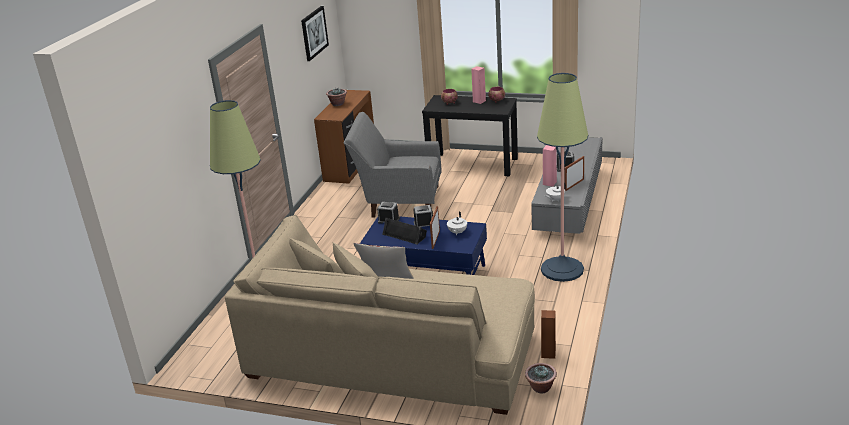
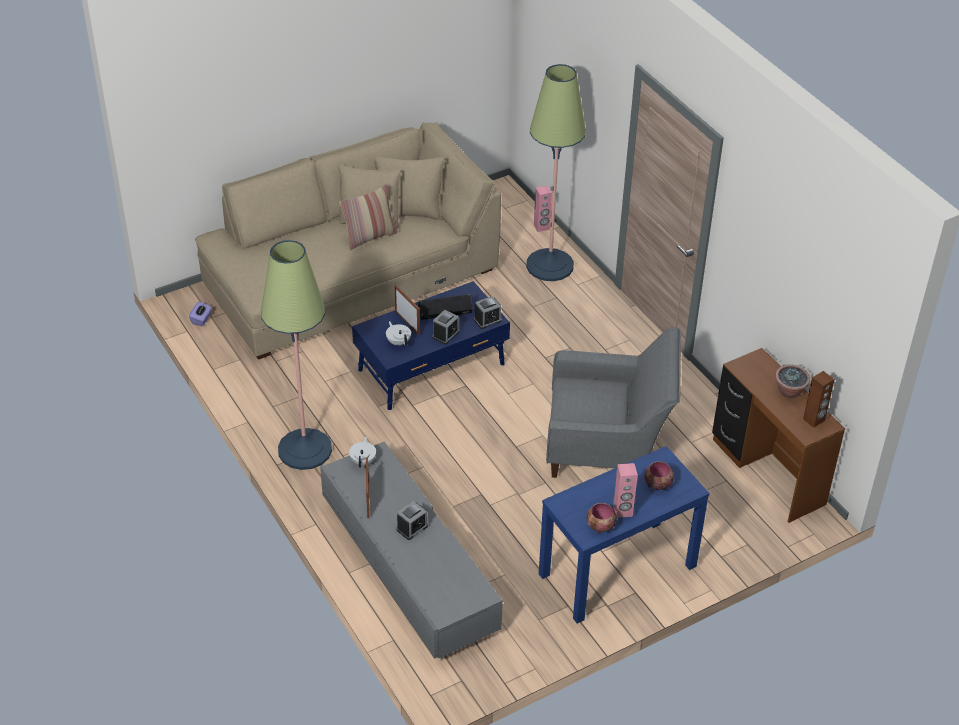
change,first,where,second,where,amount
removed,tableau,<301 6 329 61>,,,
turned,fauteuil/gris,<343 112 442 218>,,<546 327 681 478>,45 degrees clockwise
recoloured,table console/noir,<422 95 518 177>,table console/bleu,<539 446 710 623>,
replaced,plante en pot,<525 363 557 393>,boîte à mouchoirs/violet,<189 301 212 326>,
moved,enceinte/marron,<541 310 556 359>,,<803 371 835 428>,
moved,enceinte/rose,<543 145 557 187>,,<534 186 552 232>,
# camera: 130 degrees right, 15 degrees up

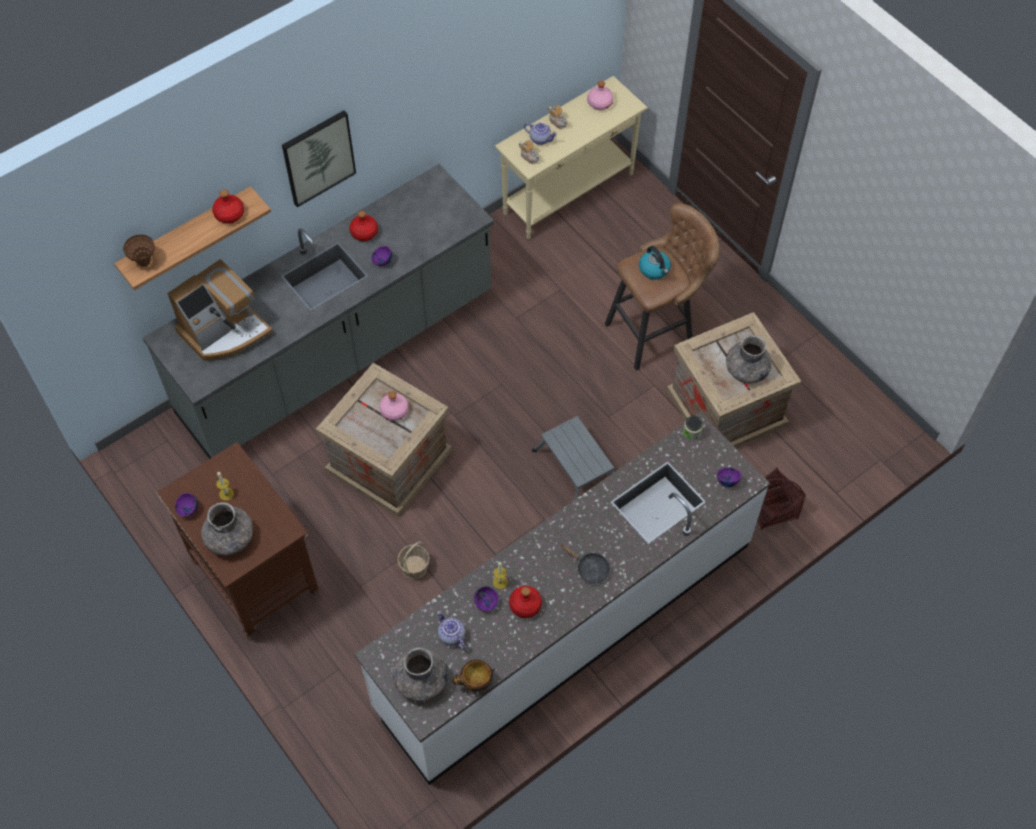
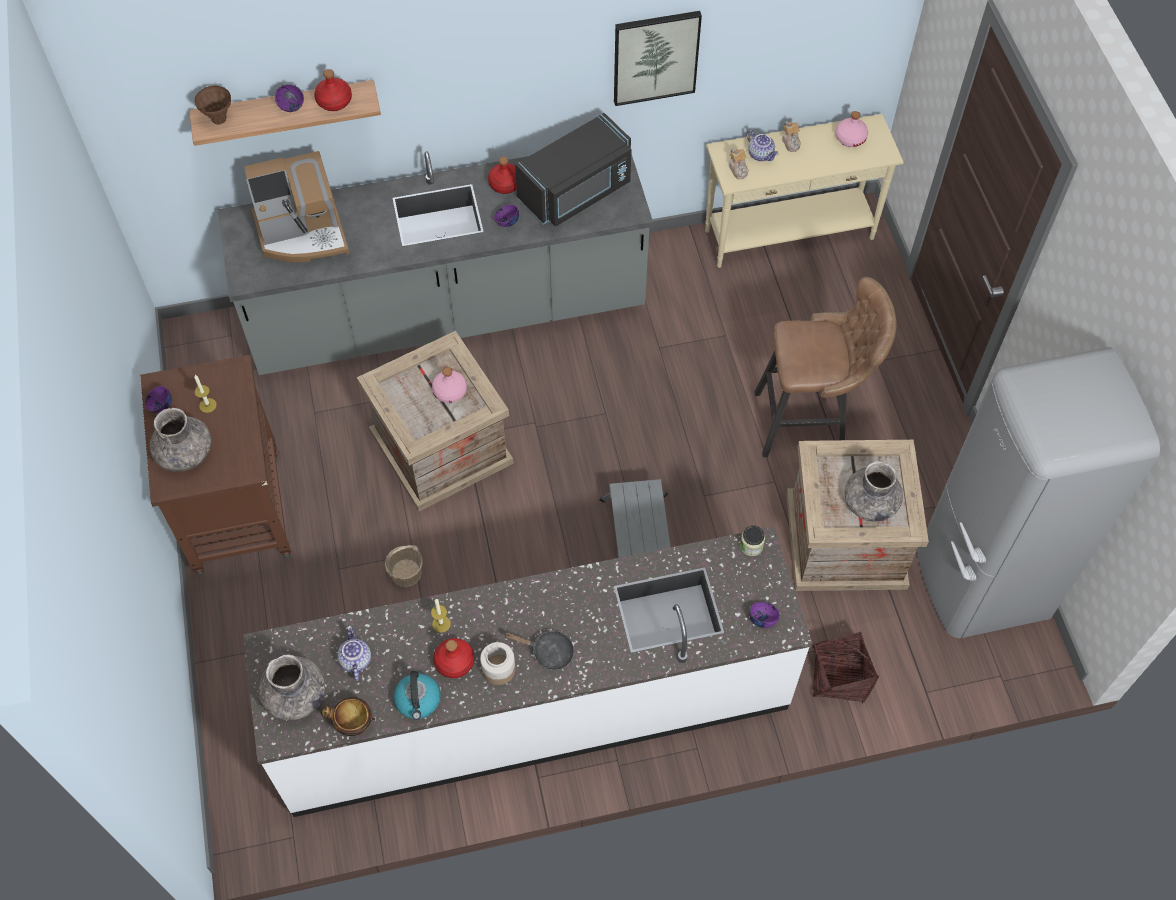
change,first,where,second,where,amount
moved,tableau,<282 110 356 207>,,<614 11 702 106>,
moved,bol/violet,<474 586 499 611>,,<275 84 304 112>,
turned,poêle/noir,<560 544 610 584>,,<505 631 574 670>,45 degrees counterclockwise
moved,bouilloire,<639 246 671 280>,,<394 671 441 720>,
added,,,bocal,<480 642 516 685>,
added,,,micro-ondes/noir,<515 113 632 226>,
added,,,réfrigérateur/gris,<917 347 1160 638>,
# camera: 25 degrees right, 0 degrees up

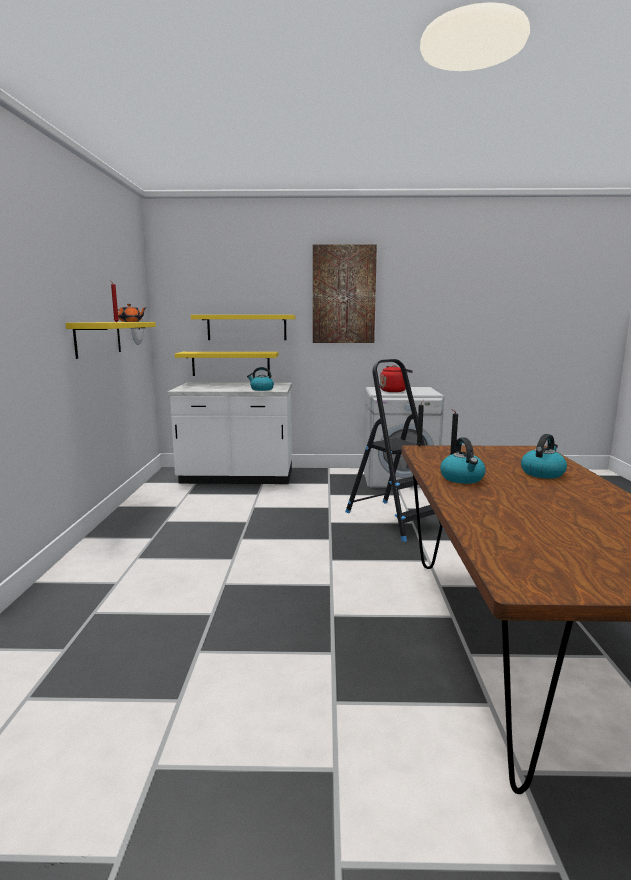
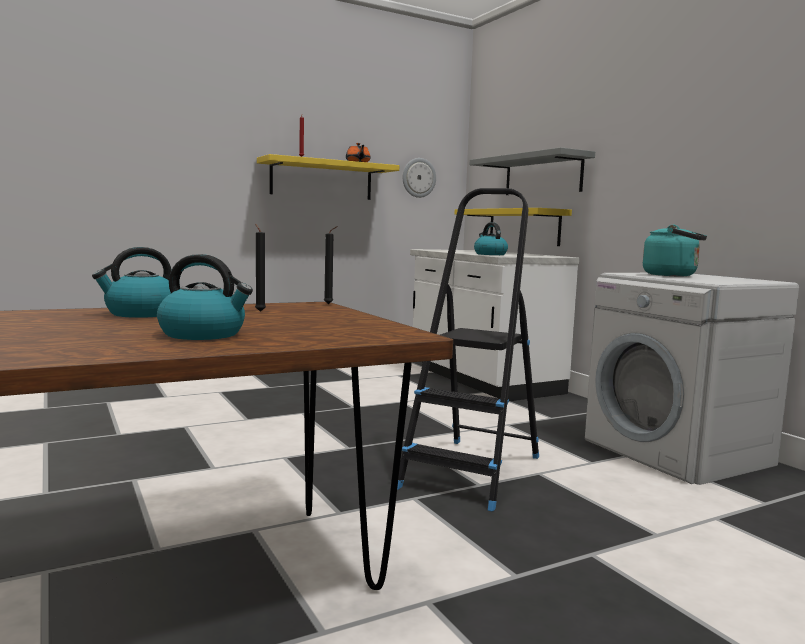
change,first,where,second,where,amount
recoloured,étagère/jaune,<191 315 295 340>,étagère/gris,<470 147 595 195>,
removed,tableau,<313 244 377 343>,,,
recoloured,bouilloire/rouge,<380 365 413 392>,bouilloire/turquoise,<643 225 707 276>,
# camera: 60 degrees right, 5 degrees down

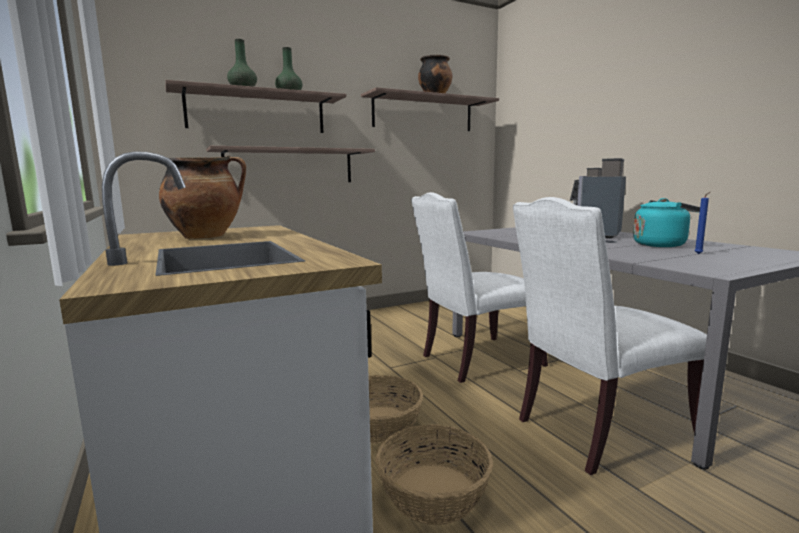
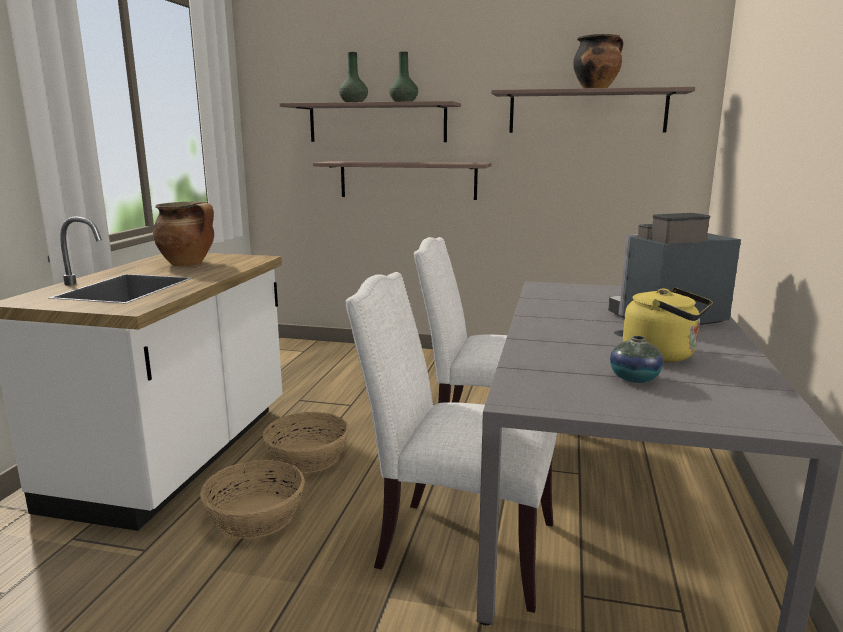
change,first,where,second,where,amount
recoloured,bouilloire/turquoise,<633 198 700 247>,bouilloire/jaune,<623 287 713 362>,
replaced,bougie/bleu,<694 192 710 254>,vase,<610 336 663 383>,
# camera: 40 degrees right, 5 degrees up

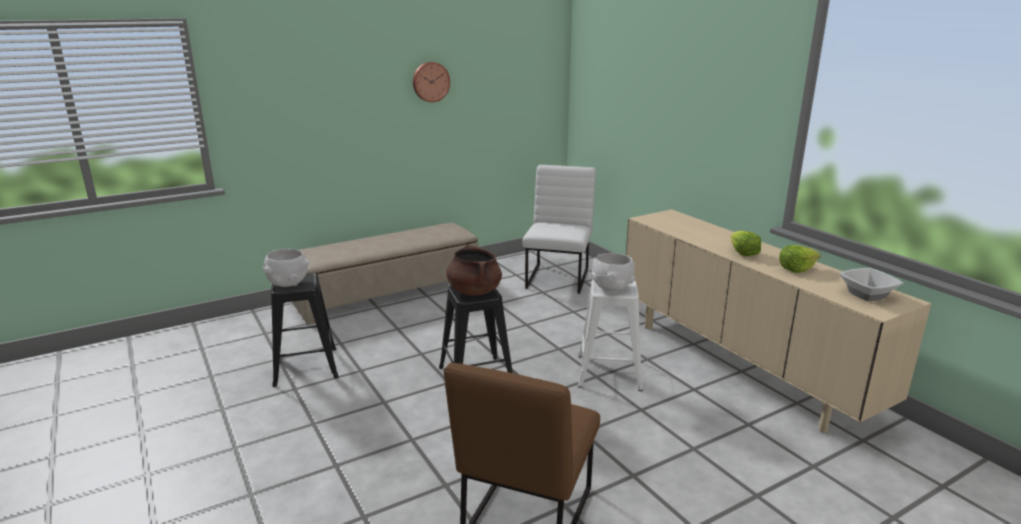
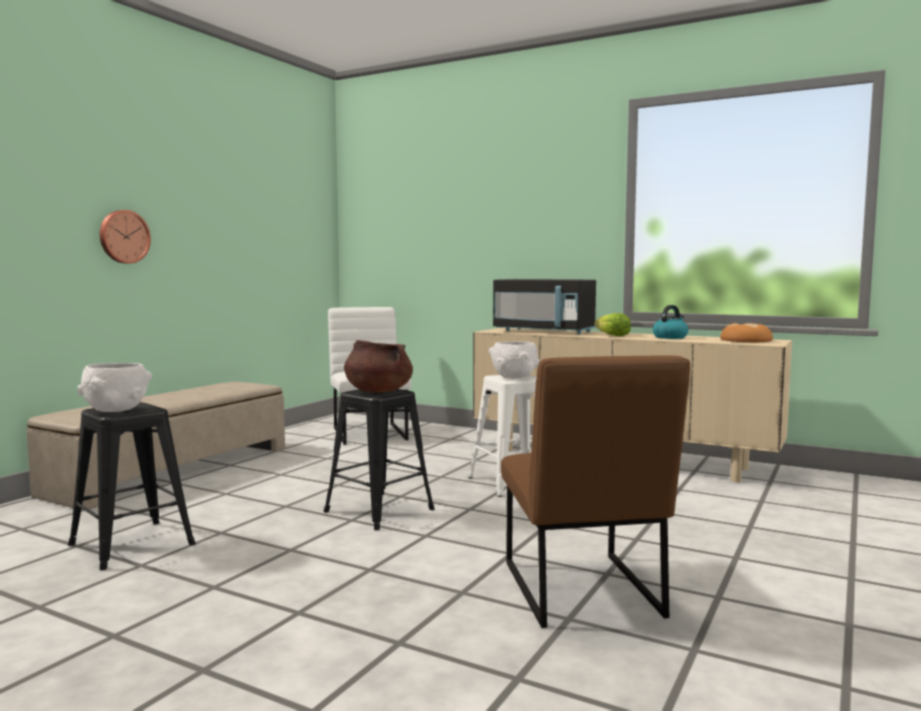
change,first,where,second,where,amount
moved,horloge murale,<413 62 450 102>,,<100 210 151 264>,
replaced,laitue,<779 245 821 273>,bouilloire,<653 305 688 339>,
replaced,bol,<839 268 903 301>,pain,<720 323 773 342>,
added,,,micro-ondes/noir,<493 279 596 334>,
# camera: 30 degrees left, 15 degrees down

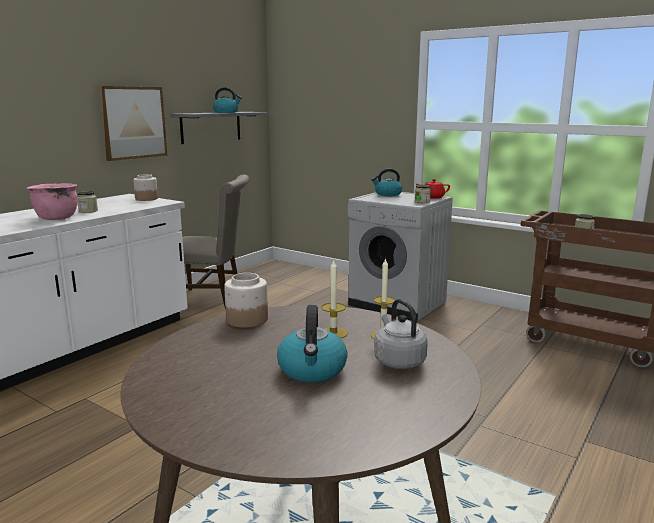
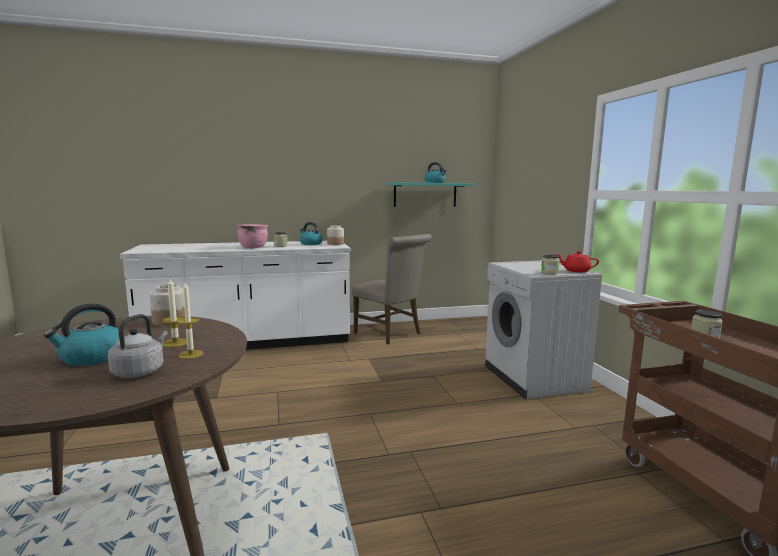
change,first,where,second,where,amount
removed,tableau,<98 86 167 161>,,,
recoloured,étagère/gris,<170 112 267 144>,étagère/turquoise,<385 182 475 207>,
moved,bouilloire,<371 169 402 196>,,<299 222 323 245>,
# camera: 40 degrees right, 5 degrees down

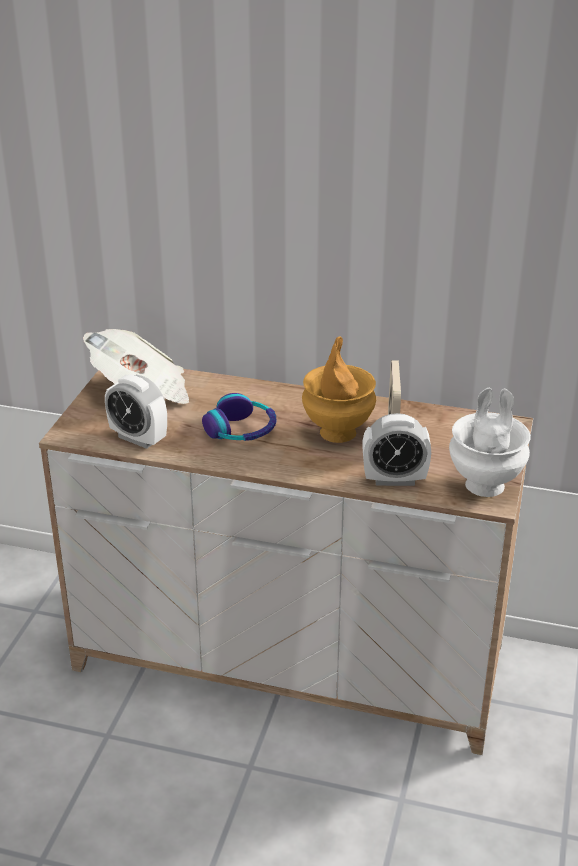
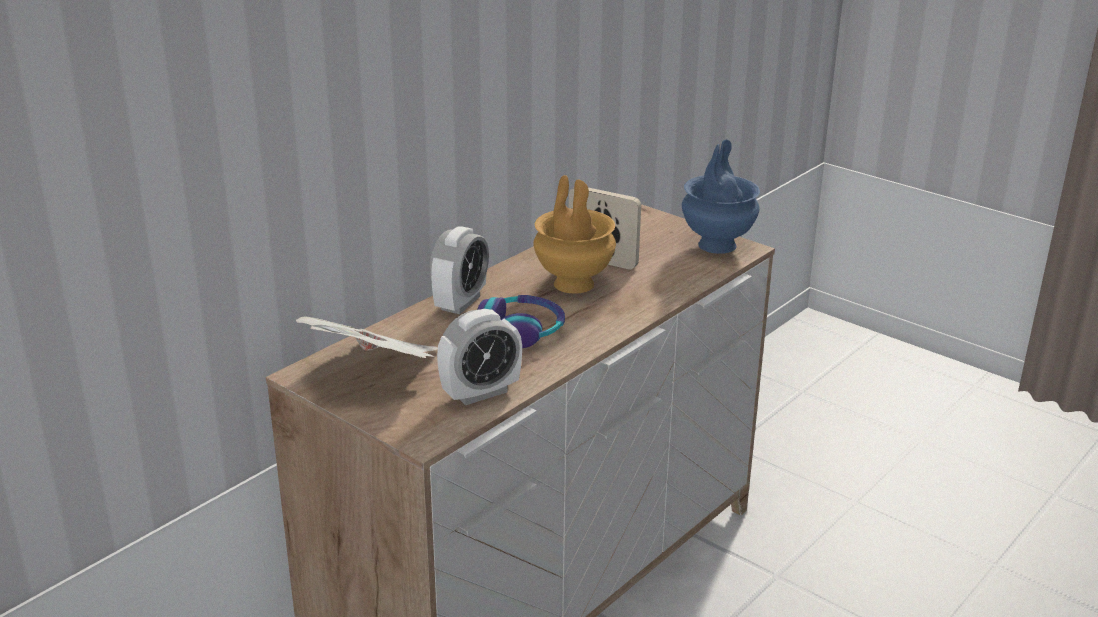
change,first,where,second,where,amount
moved,réveil,<363 413 431 486>,,<429 226 489 314>,
recoloured,vase/blanc,<449 388 531 497>,vase/bleu,<682 140 760 254>,
# camera: 65 degrees left, 5 degrees down

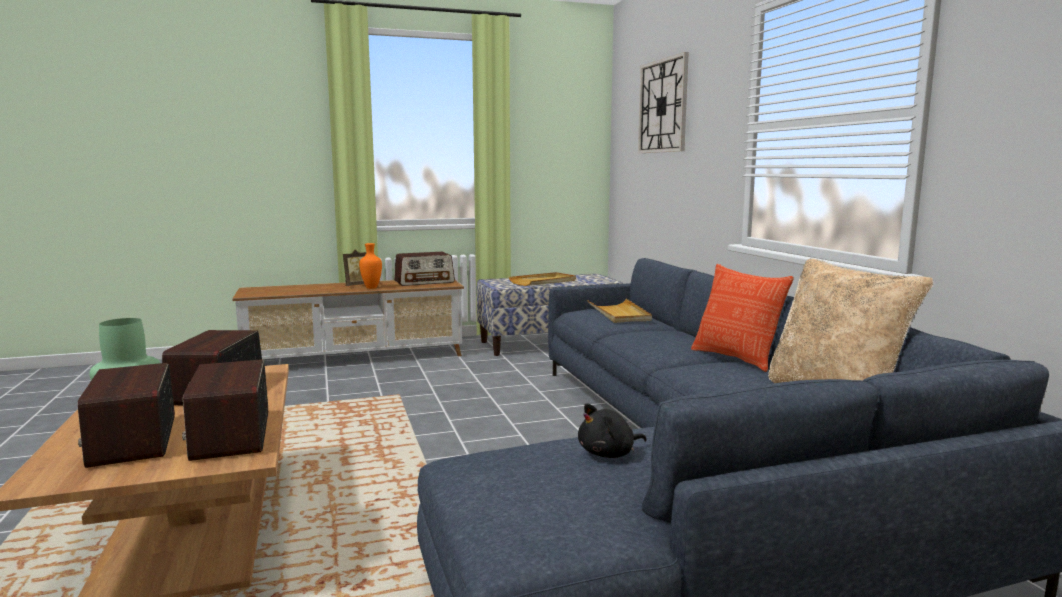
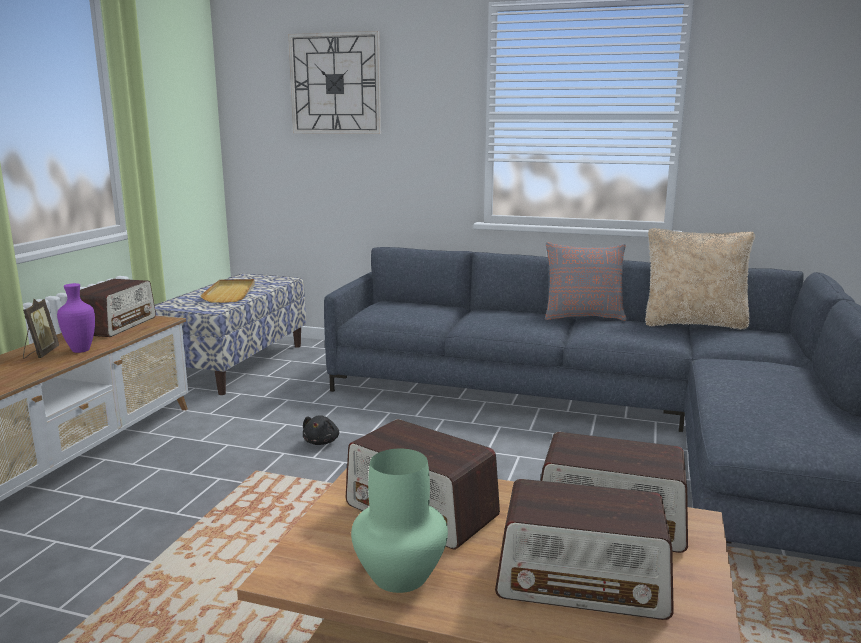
change,first,where,second,where,amount
recoloured,vase/orange,<359 243 382 289>,vase/violet,<57 283 95 353>,
moved,peluche/noir,<578 403 647 458>,,<303 415 339 445>,
removed,plateau/beige,<587 299 652 323>,,,
recoloured,coussin/orange,<691 264 794 372>,coussin/gris,<545 242 627 321>,
# camera: 55 degrees left, 5 degrees up

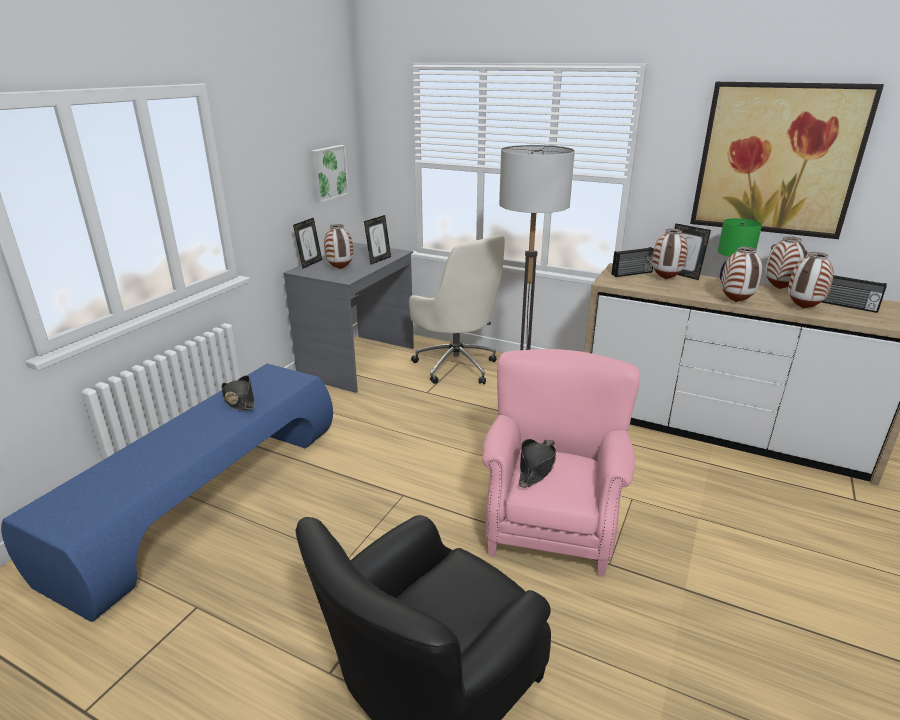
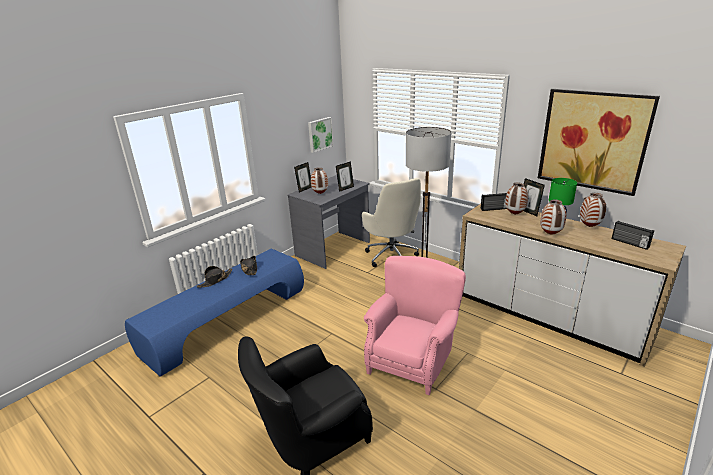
change,first,where,second,where,amount
moved,chapeau/noir,<518 439 556 488>,,<197 266 233 288>,
removed,vase,<788 252 834 309>,,,
# camera: 15 degrees right, 0 degrees up

